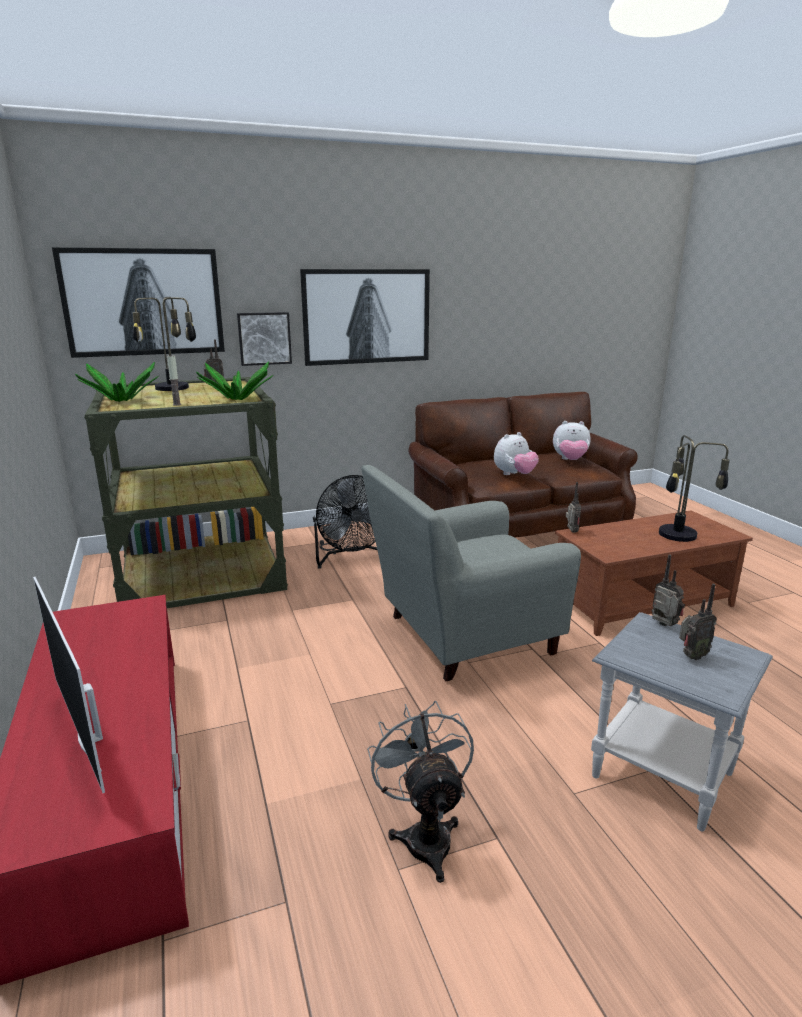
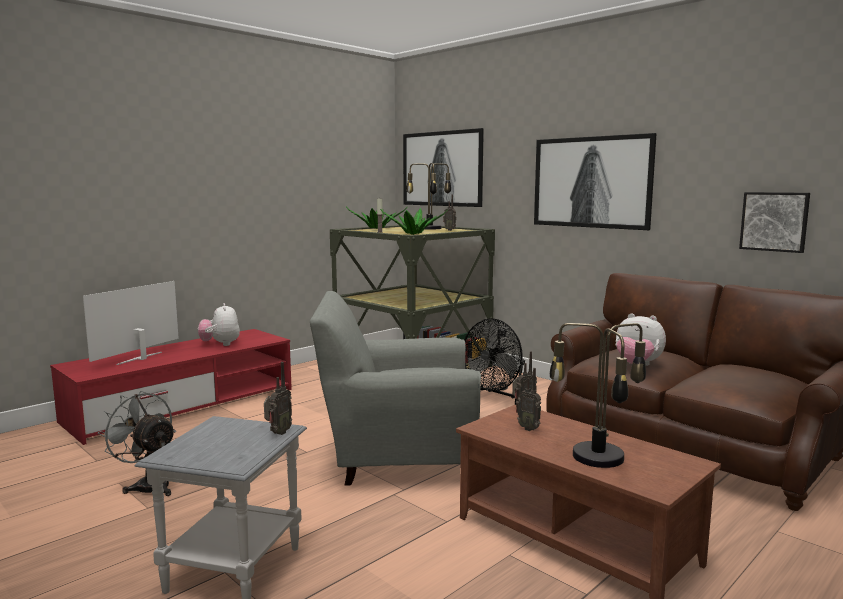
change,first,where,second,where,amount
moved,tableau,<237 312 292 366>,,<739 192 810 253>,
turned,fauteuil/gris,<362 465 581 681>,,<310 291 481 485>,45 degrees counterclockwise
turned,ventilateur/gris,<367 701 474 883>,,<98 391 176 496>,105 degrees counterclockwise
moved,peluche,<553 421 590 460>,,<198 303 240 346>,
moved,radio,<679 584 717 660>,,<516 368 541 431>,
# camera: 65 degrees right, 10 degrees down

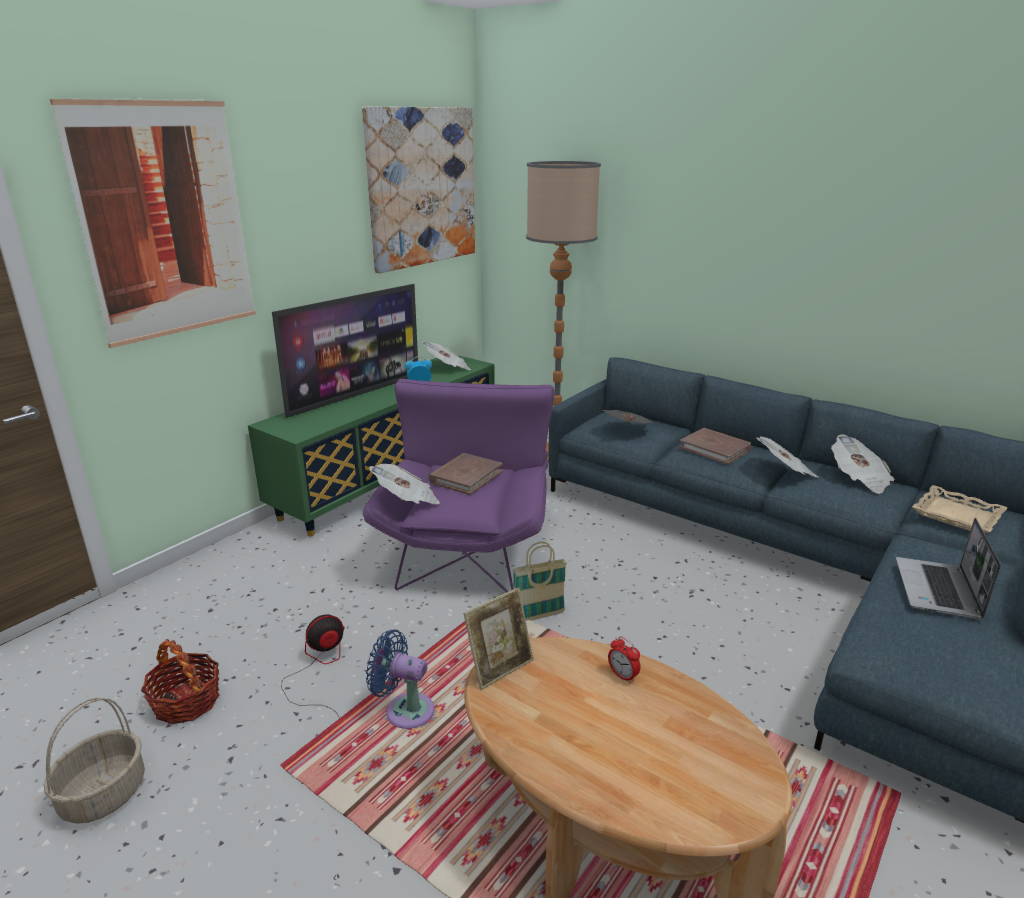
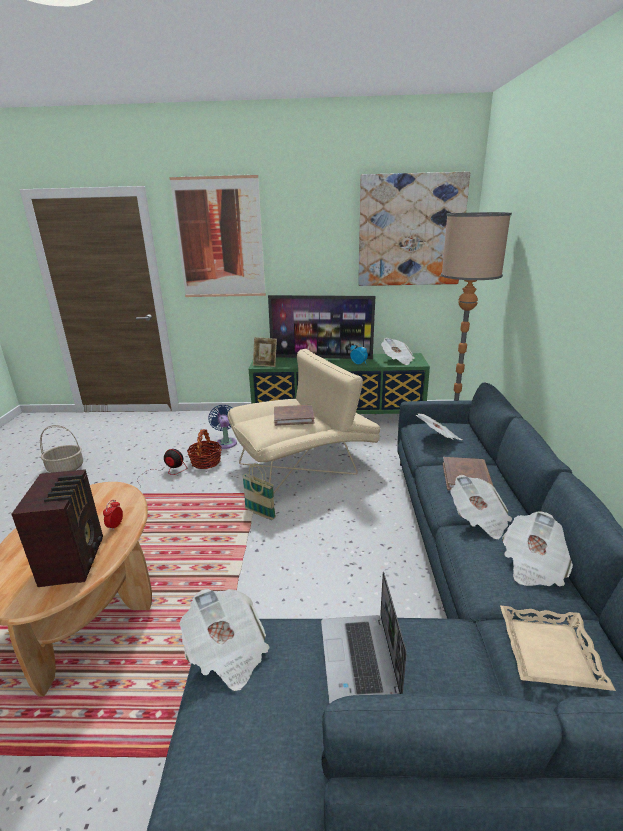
change,first,where,second,where,amount
moved,panier,<141 639 219 724>,,<187 429 222 469>,
recoloured,fauteuil/violet,<363 379 554 593>,fauteuil/beige,<228 349 380 493>,
moved,ventilateur/bleu,<366 629 434 729>,,<209 405 237 449>,
moved,journal,<369 464 440 504>,,<179 589 270 691>,
moved,cadre photo,<464 587 534 690>,,<253 337 277 367>,
turned,ordinateur portable,<896 518 1001 619>,,<321 572 407 704>,75 degrees counterclockwise
added,,,radio,<11 469 103 587>,
# camera: 55 degrees right, 0 degrees up

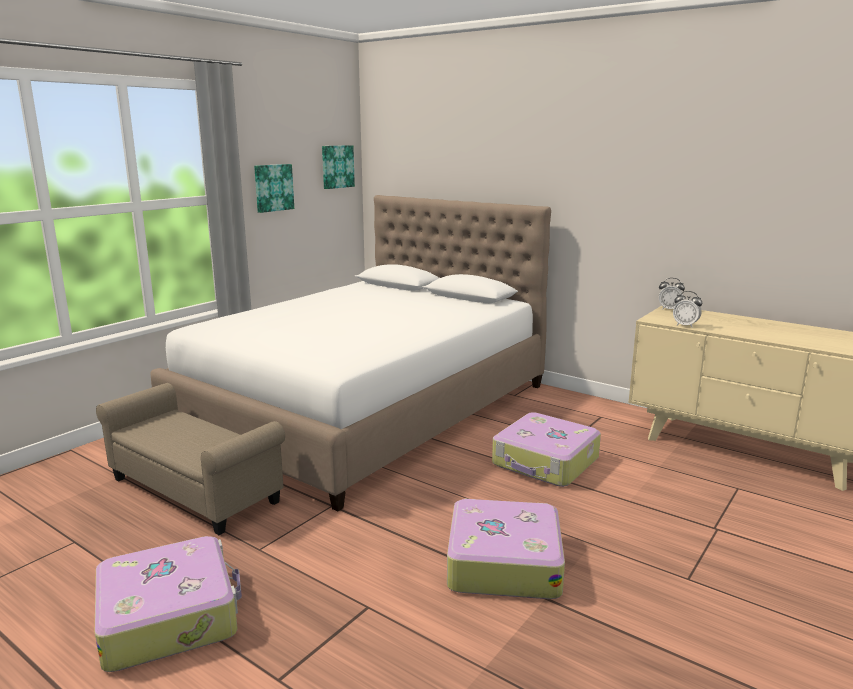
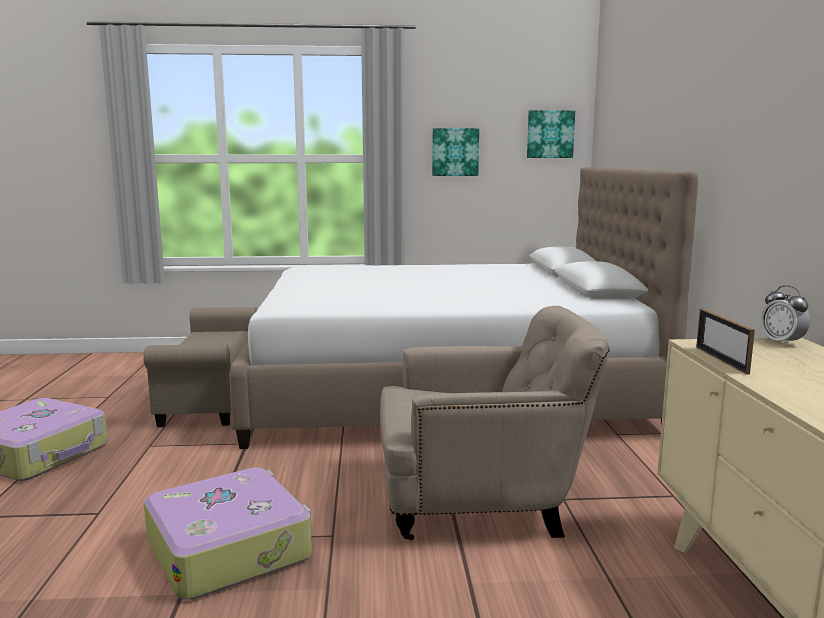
change,first,where,second,where,amount
replaced,valise,<492 412 601 487>,fauteuil/beige,<380 306 610 540>,
replaced,réveil,<673 291 702 328>,cadre photo,<696 308 755 375>,
# camera: 50 degrees right, 5 degrees down

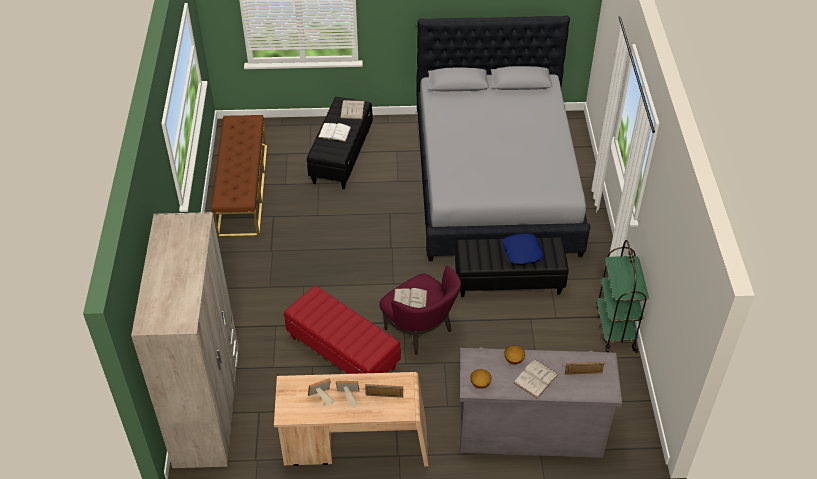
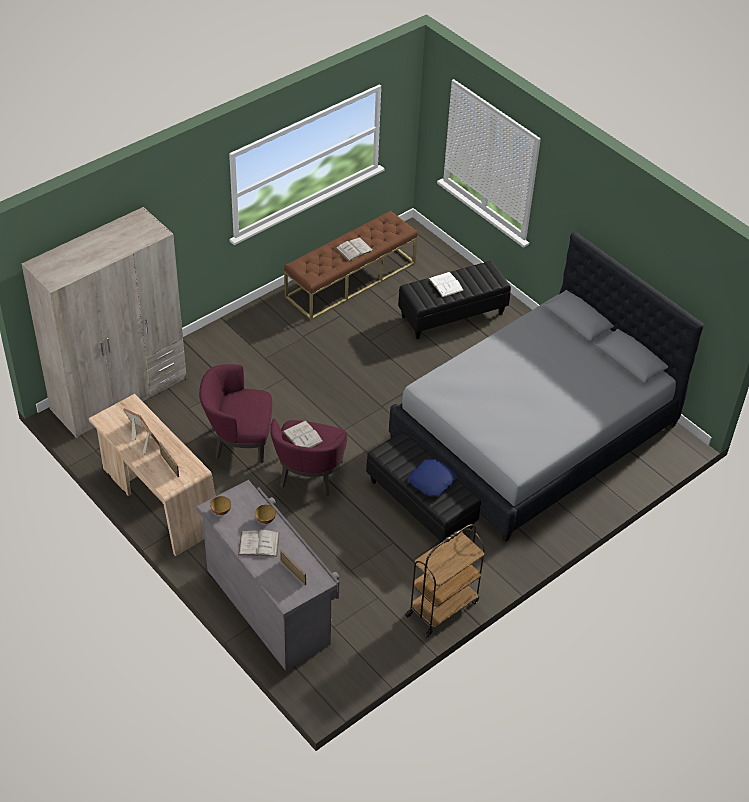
change,first,where,second,where,amount
replaced,pouf/rouge,<284 285 401 374>,fauteuil/violet,<199 364 272 463>,
moved,livre/blanc,<340 100 365 119>,,<336 237 374 261>,
recoloured,chariot/vert,<597 240 649 353>,chariot/marron,<405 524 484 638>,
# camera: 50 degrees right, 0 degrees up

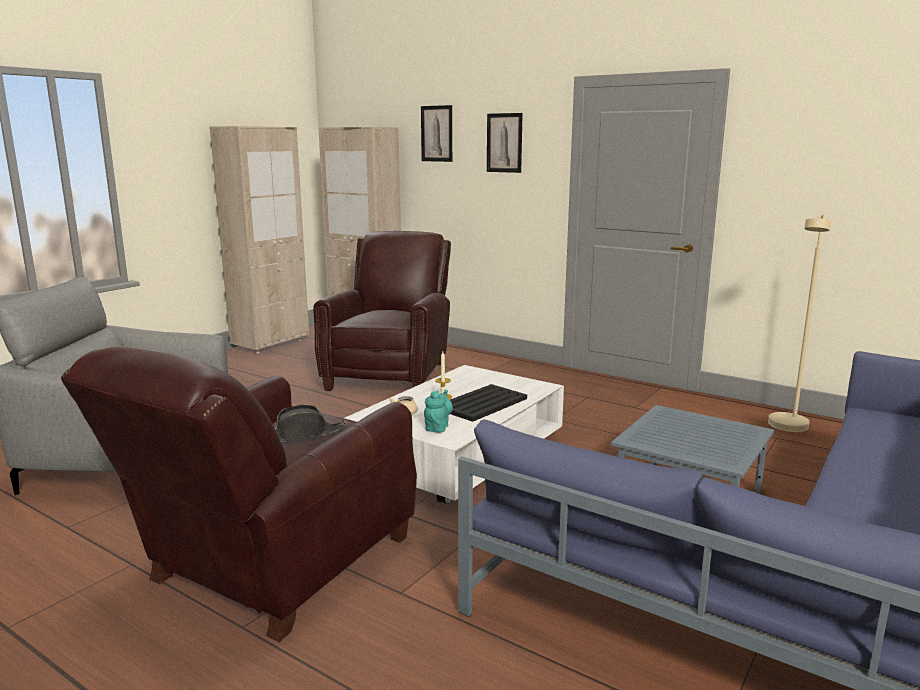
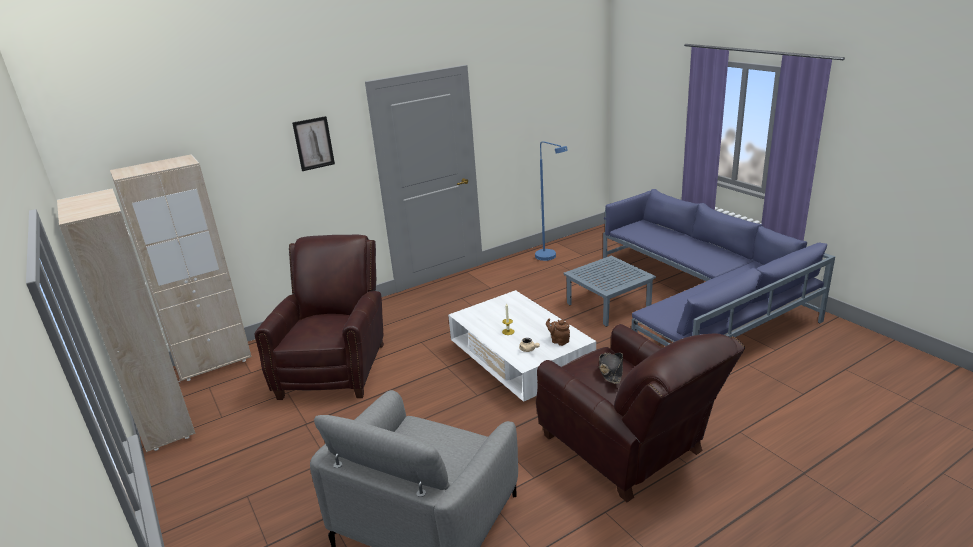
change,first,where,second,where,amount
turned,fauteuil/marron,<313 231 451 391>,,<255 234 384 400>,60 degrees clockwise
removed,tableau,<421 105 452 162>,,,
recoloured,théière/turquoise,<424 389 453 433>,théière/marron,<546 319 570 346>,
removed,plateau/noir,<450 384 527 422>,,,
recoloured,lampadaire/beige,<768 214 831 432>,lampadaire/bleu,<535 141 568 261>,
# camera: 65 degrees left, 10 degrees up

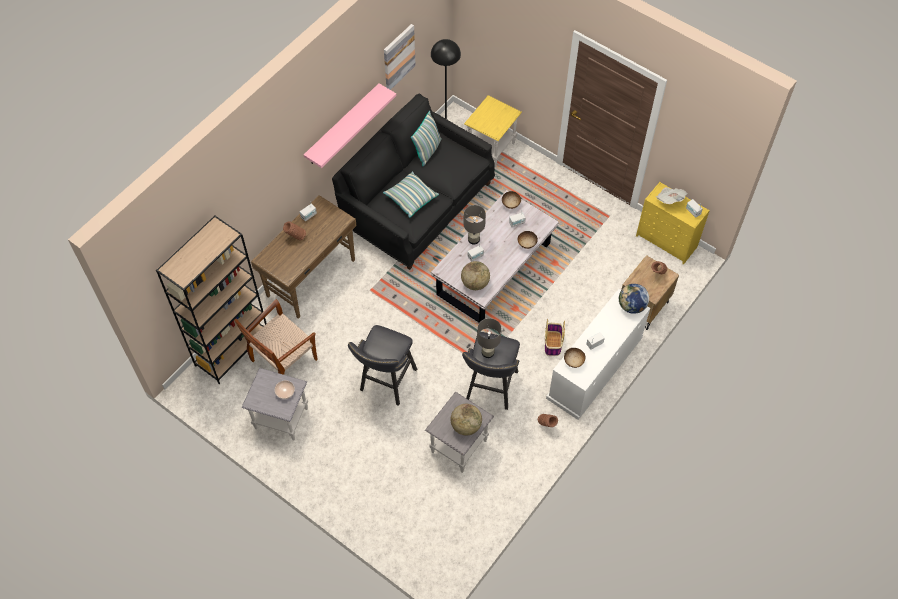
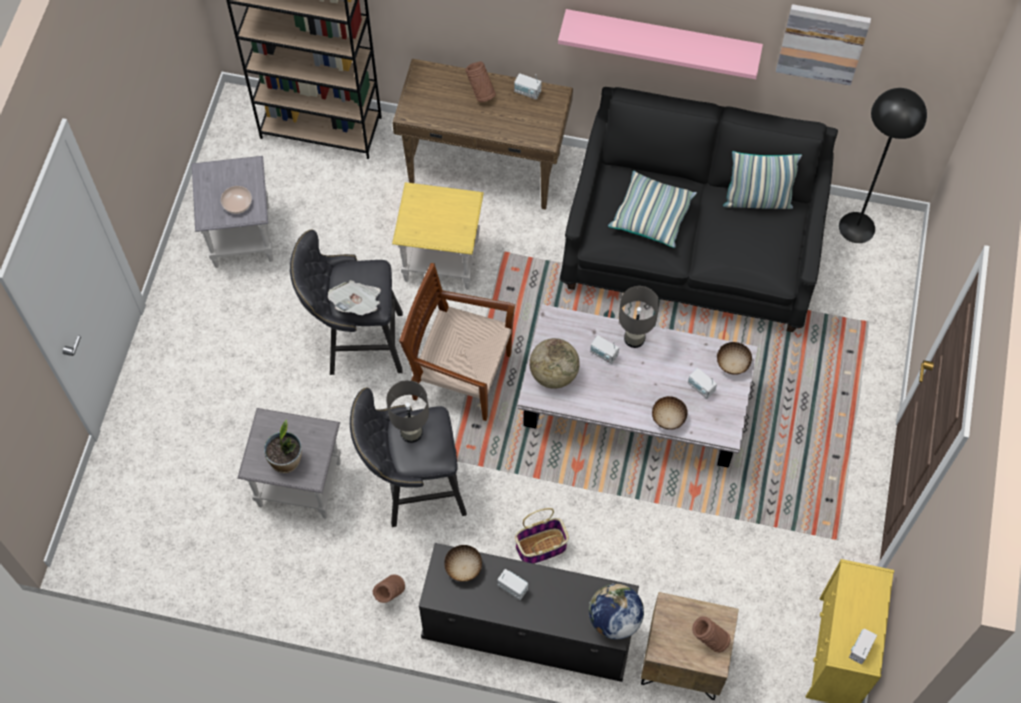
change,first,where,second,where,amount
moved,fauteuil/marron,<234 299 318 375>,,<399 263 515 421>,
replaced,globe,<450 404 482 435>,plante en pot,<264 419 302 473>,
moved,table d'appoint/jaune,<464 95 522 167>,,<392 182 484 290>,
recoloured,meuble télé/blanc,<546 289 650 420>,meuble télé/noir,<419 543 639 682>,
moved,journal,<656 187 688 204>,,<328 280 381 315>,
# camera: 65 degrees right, 5 degrees up

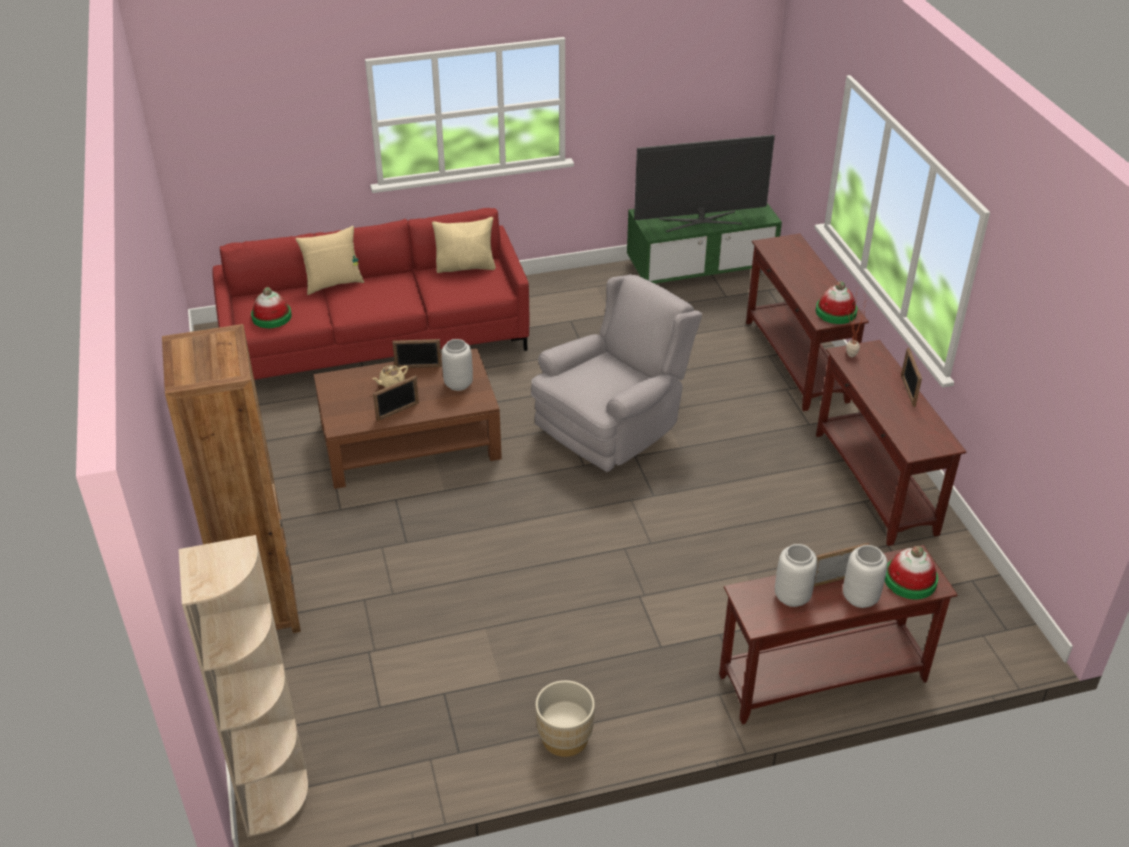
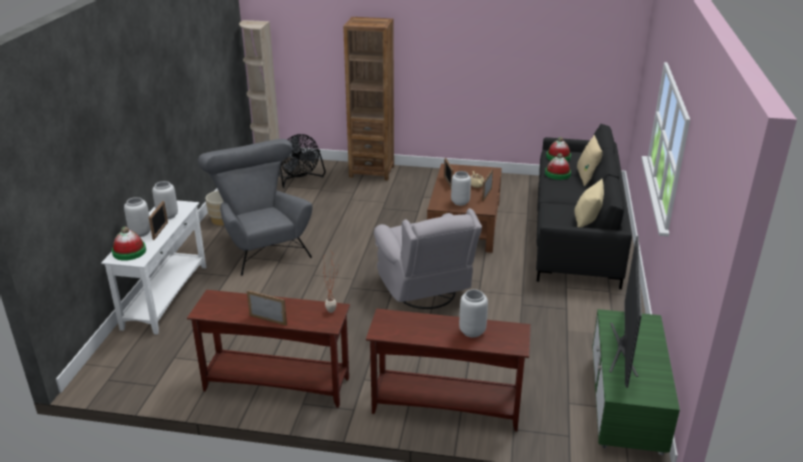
change,first,where,second,where,amount
recoloured,canapé/rouge,<212 208 529 380>,canapé/noir,<536 124 632 289>,
recoloured,table console/marron,<719 545 958 724>,table console/blanc,<101 200 206 335>,
moved,chapeau,<816 281 857 324>,,<545 153 571 180>,
added,,,fauteuil/gris,<198 139 313 276>,
added,,,ventilateur/noir,<279 134 326 188>,
added,,,vase/gris,<459 289 488 338>,
# camera: 115 degrees right, 10 degrees down

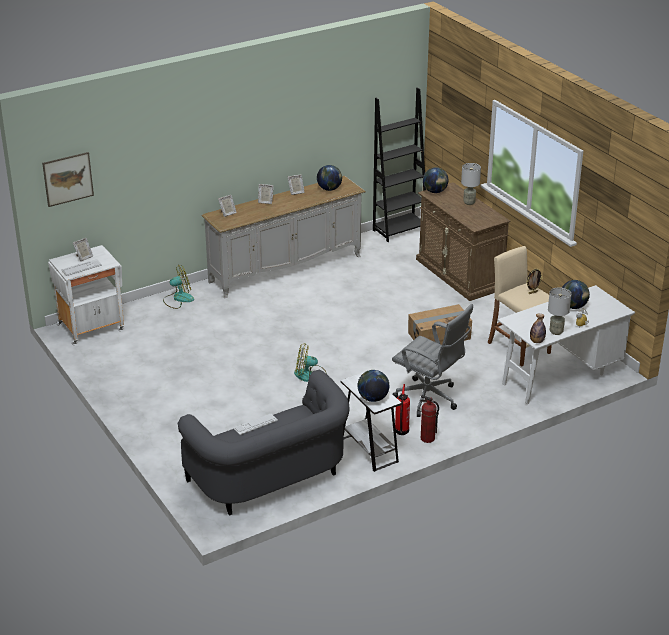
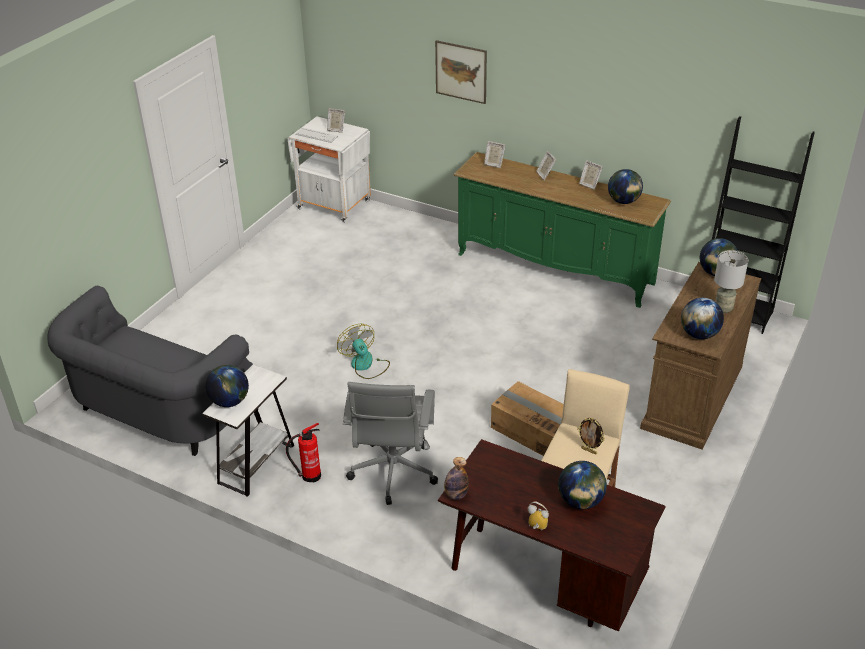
change,first,where,second,where,amount
moved,tableau,<42 152 94 207>,,<435 40 487 104>,
removed,ventilateur,<163 265 194 309>,,,
recoloured,meuble de rangement/gris,<202 176 366 298>,meuble de rangement/vert,<453 152 671 308>,
removed,clavier,<233 414 278 435>,,,
removed,extincteur,<420 395 439 443>,,,
recoloured,bureau/blanc,<498 285 635 404>,bureau/marron,<438 439 666 632>,
removed,lampe de table/gris,<548 287 571 335>,,,
added,,,globe,<681 298 724 339>,
# camera: 60 degrees right, 5 degrees up

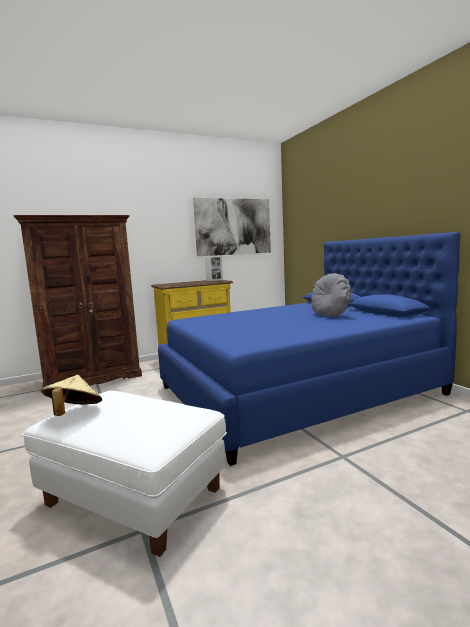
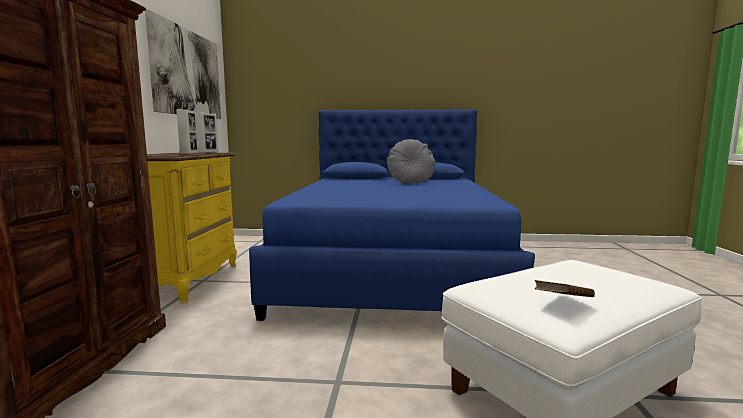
change,first,where,second,where,amount
replaced,chapeau/beige,<41 375 102 416>,livre/marron,<535 280 595 297>,
added,,,cadre photo,<176 109 198 154>,
# camera: 60 degrees left, 0 degrees up

